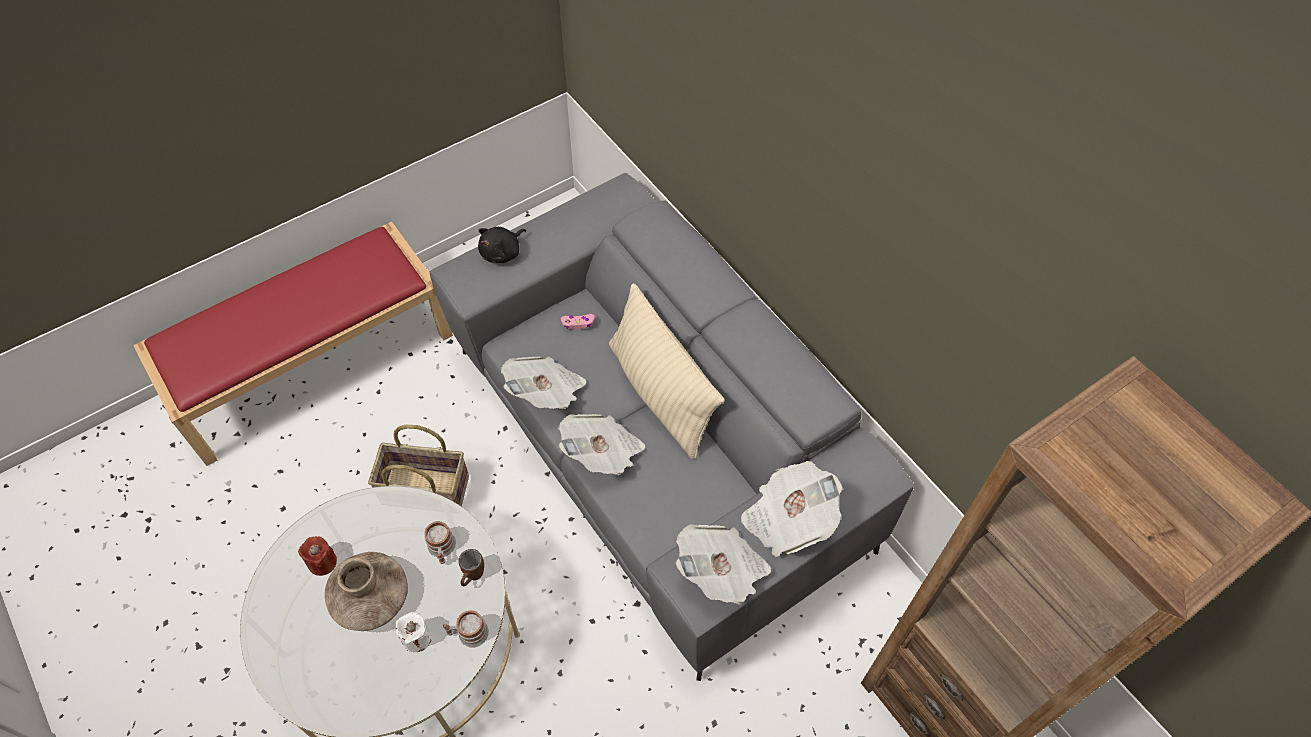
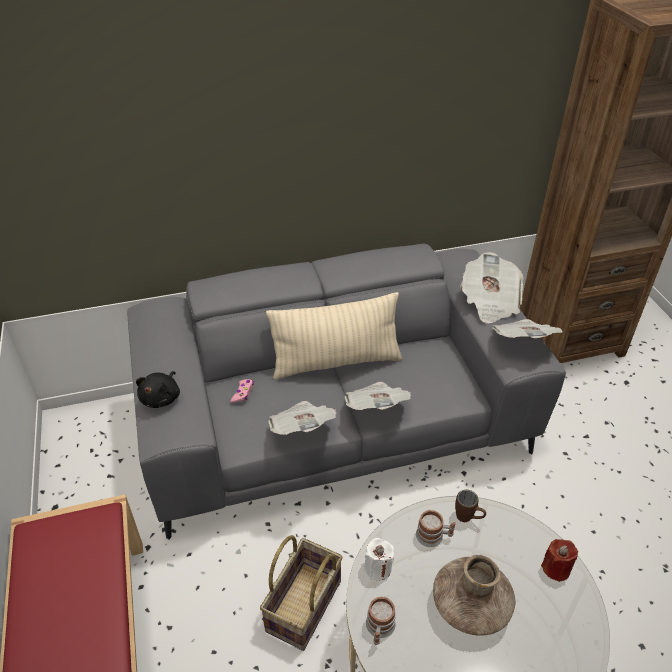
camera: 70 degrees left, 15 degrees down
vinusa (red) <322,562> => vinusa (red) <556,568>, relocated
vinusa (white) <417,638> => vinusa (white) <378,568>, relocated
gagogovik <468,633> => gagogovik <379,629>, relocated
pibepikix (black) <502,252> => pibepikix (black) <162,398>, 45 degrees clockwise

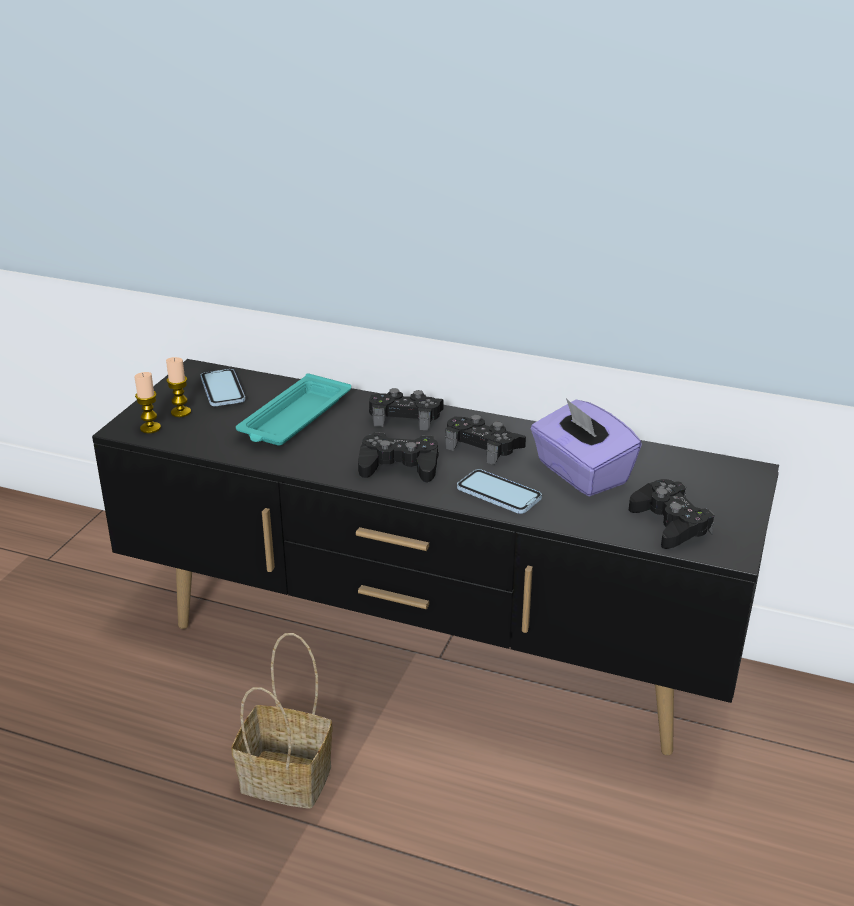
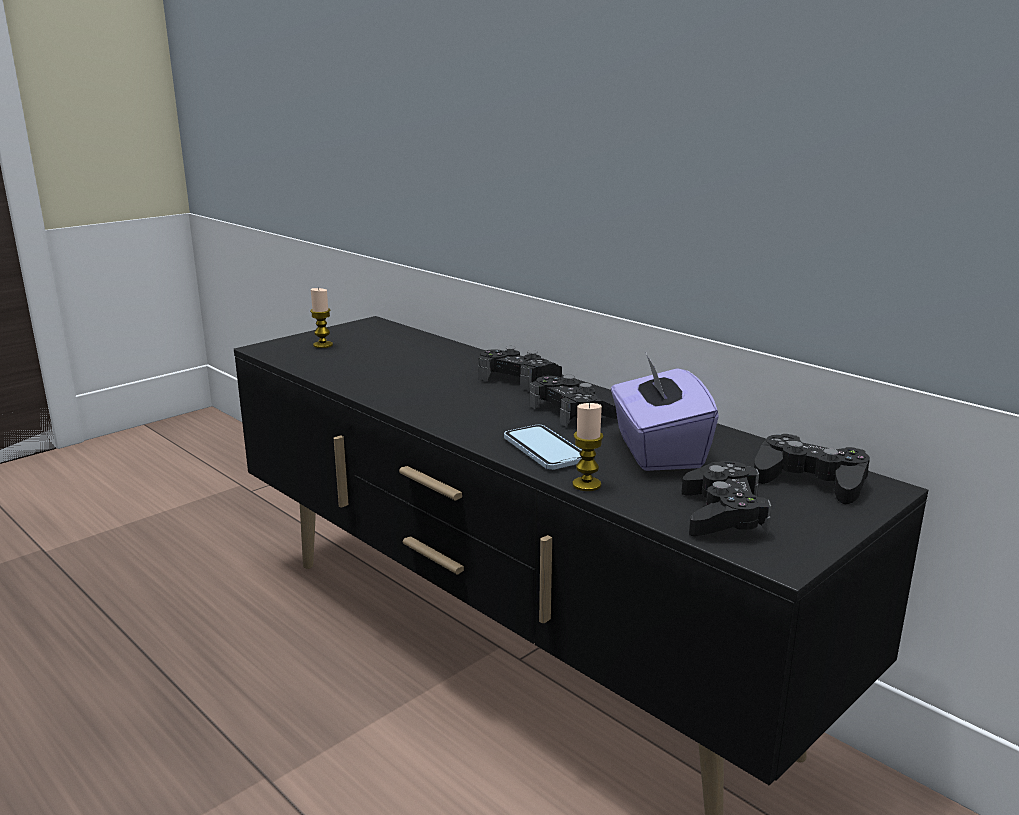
camera: 25 degrees right, 10 degrees down
vinusa <150,428> => vinusa <586,485>, relocated
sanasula <222,390> => nothing
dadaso <289,778> => nothing
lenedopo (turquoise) <294,419> => nothing
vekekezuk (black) <399,466> => vekekezuk (black) <810,480>, relocated

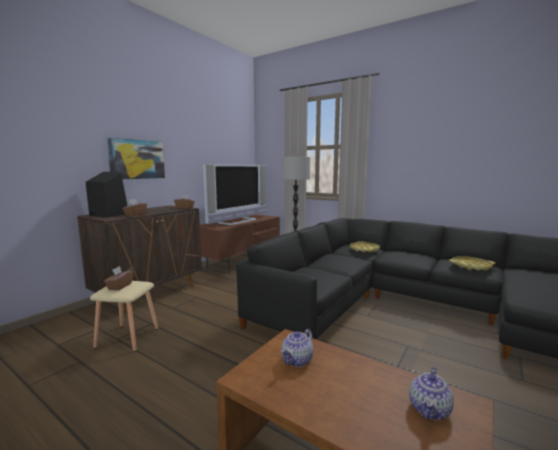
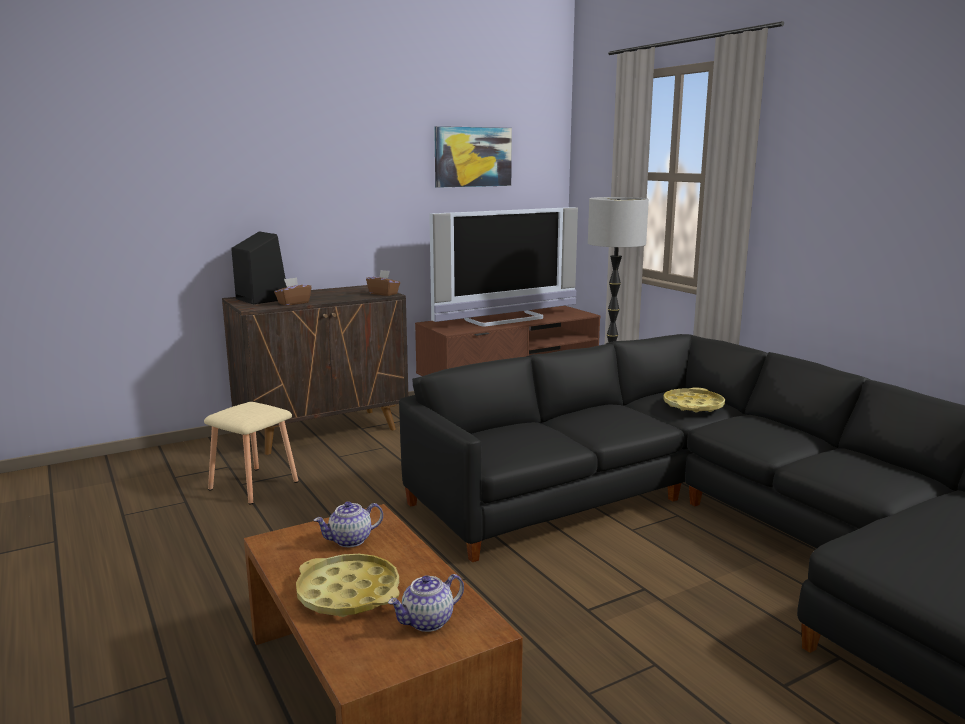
camera: 25 degrees right, 5 degrees up
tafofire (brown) <120,286> => nothing
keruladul <137,159> => keruladul <473,157>, relocated
lenedopo (yellow) <471,266> => lenedopo (yellow) <348,593>, relocated

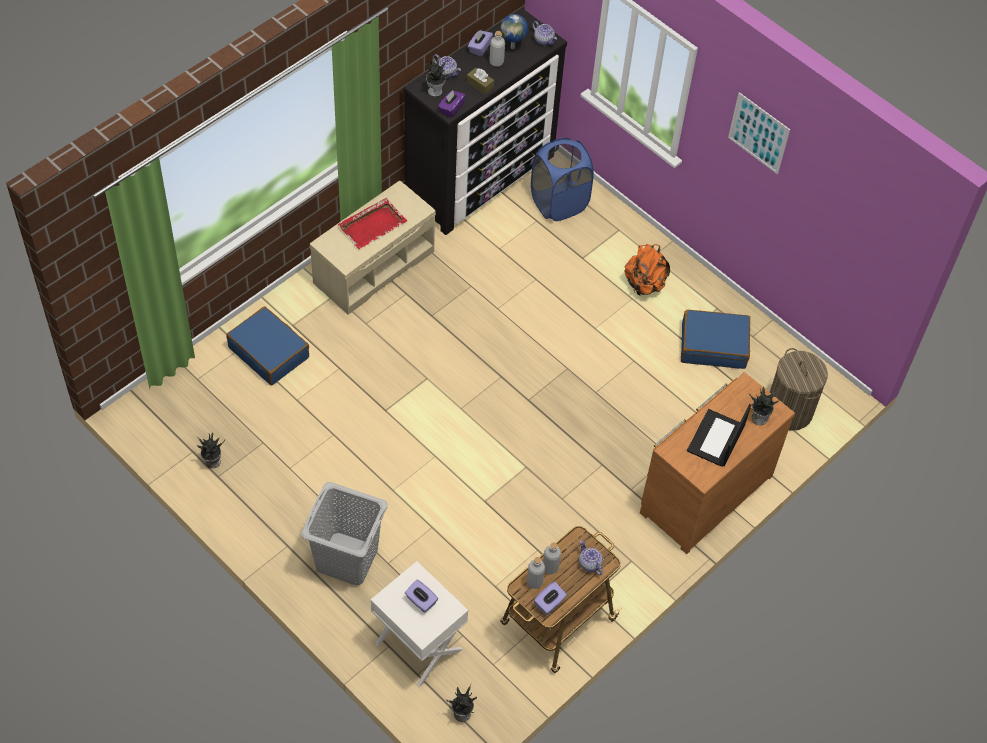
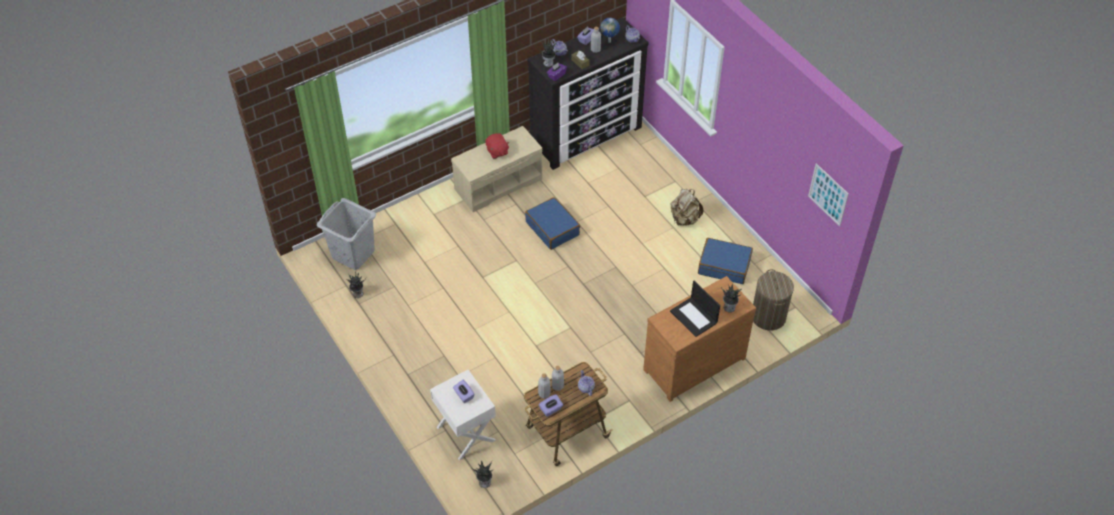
camera: 15 degrees right, 5 degrees down
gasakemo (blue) <269,352> => gasakemo (blue) <552,228>, relocated
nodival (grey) <347,559> => nodival (grey) <353,254>, relocated
lenedopo (red) <373,224> => pibepikix (red) <497,151>
nodival (blue) <559,203> => nothing
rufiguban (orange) <644,284> => rufiguban (beige) <684,219>
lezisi <716,439> => lezisi <694,317>, 75 degrees counterclockwise
keruladul <758,133> => keruladul <828,194>, relocated

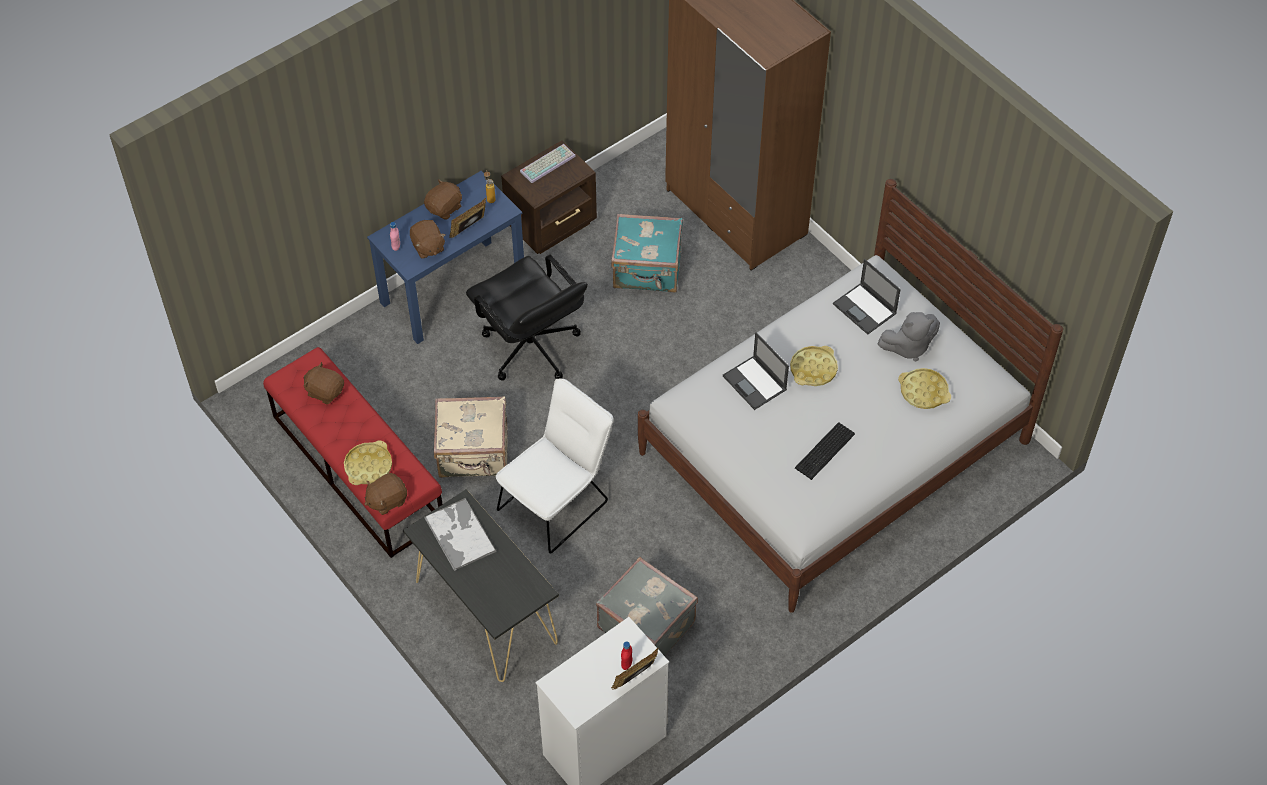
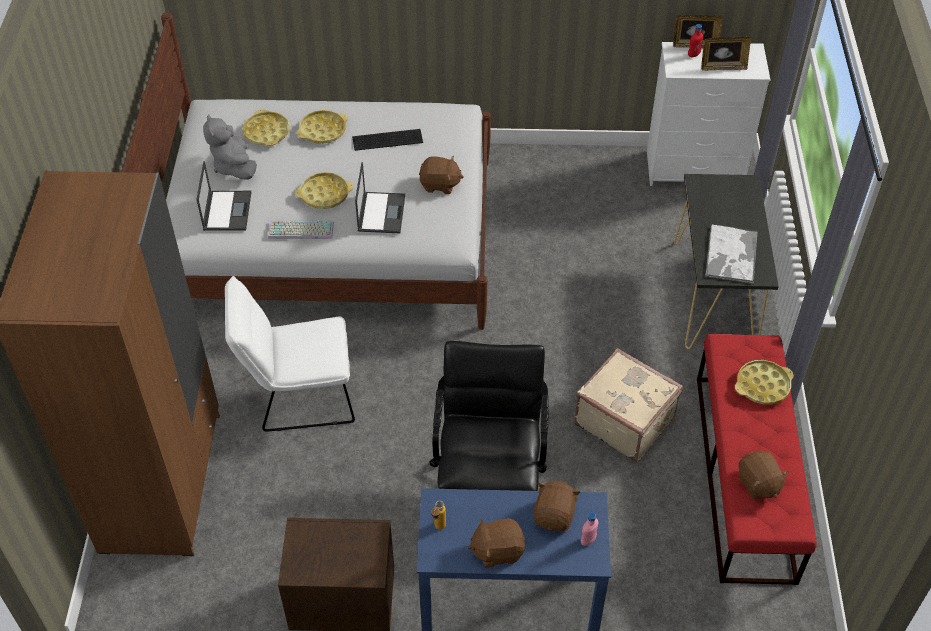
camera: 140 degrees left, 5 degrees down
pibepikix (brown) <387,500> => pibepikix (brown) <440,185>, relocated
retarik <469,229> => retarik <723,67>, relocated
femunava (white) <558,501> => femunava (white) <298,395>, relocated
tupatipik <547,163> => tupatipik <300,231>, relocated
gasakemo (grey) <647,624> => nothing
gasakemo (turquoise) <647,270> => nothing
pibepikix (grey) <908,346> => pibepikix (grey) <234,167>, 135 degrees counterclockwise
nothing => lenedopo (yellow) <322,130>

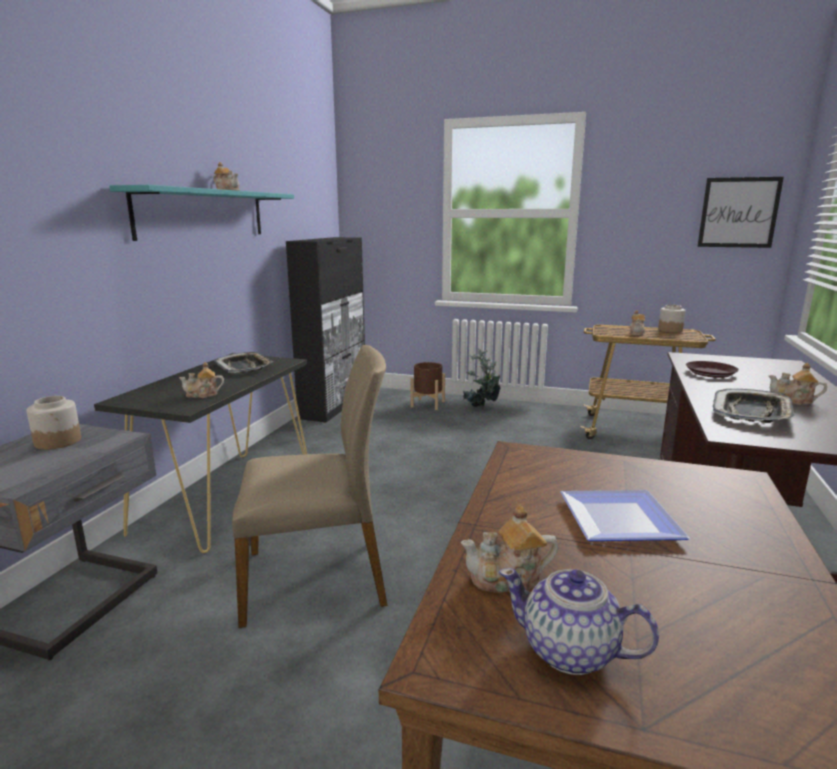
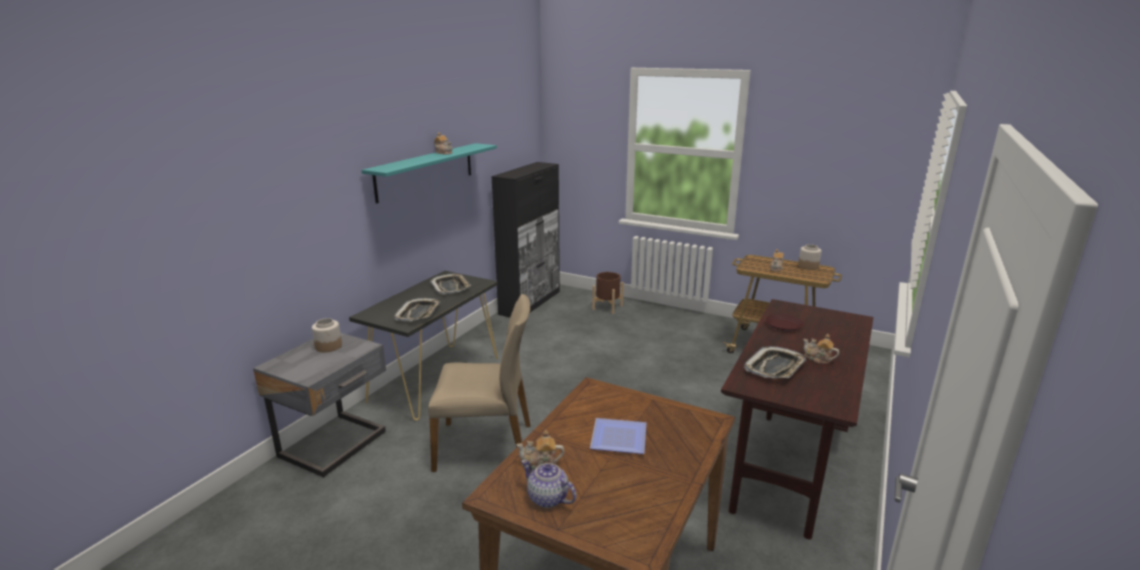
camera: 10 degrees right, 5 degrees up
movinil <203,395> => lenedopo <418,313>
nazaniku <481,408> => nothing
keruladul <738,212> => nothing

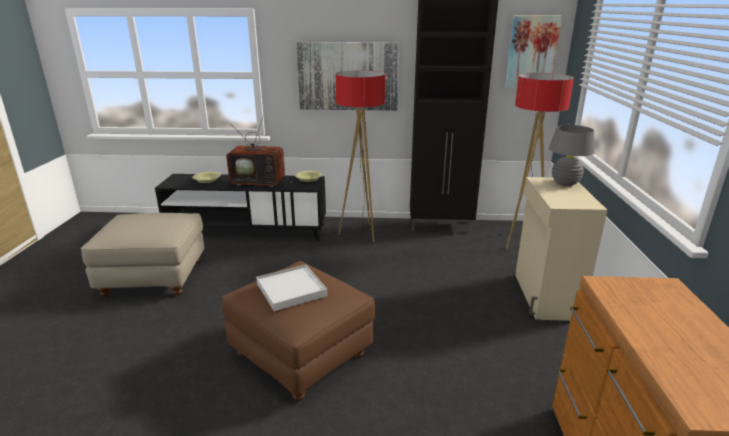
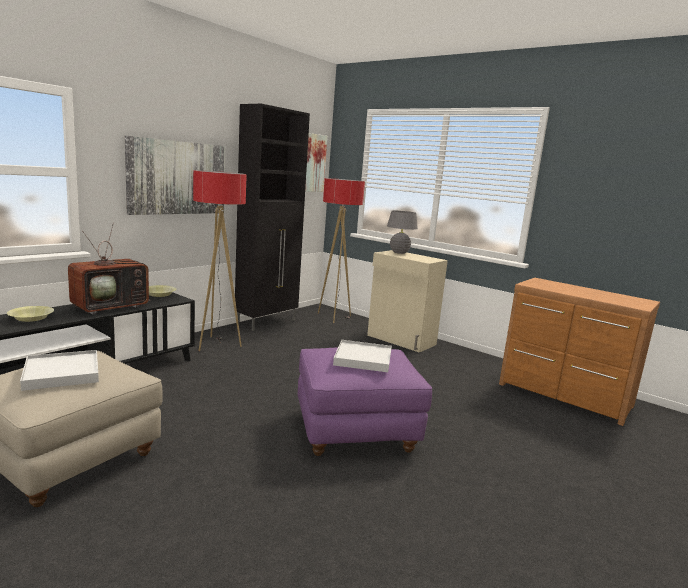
camera: 55 degrees left, 10 degrees down
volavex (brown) <301,356> => volavex (purple) <356,431>
nothing => lenedopo (white) <62,373>

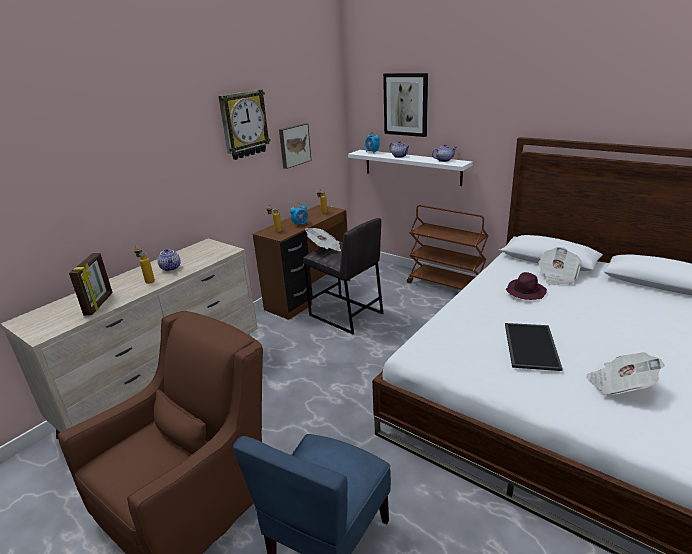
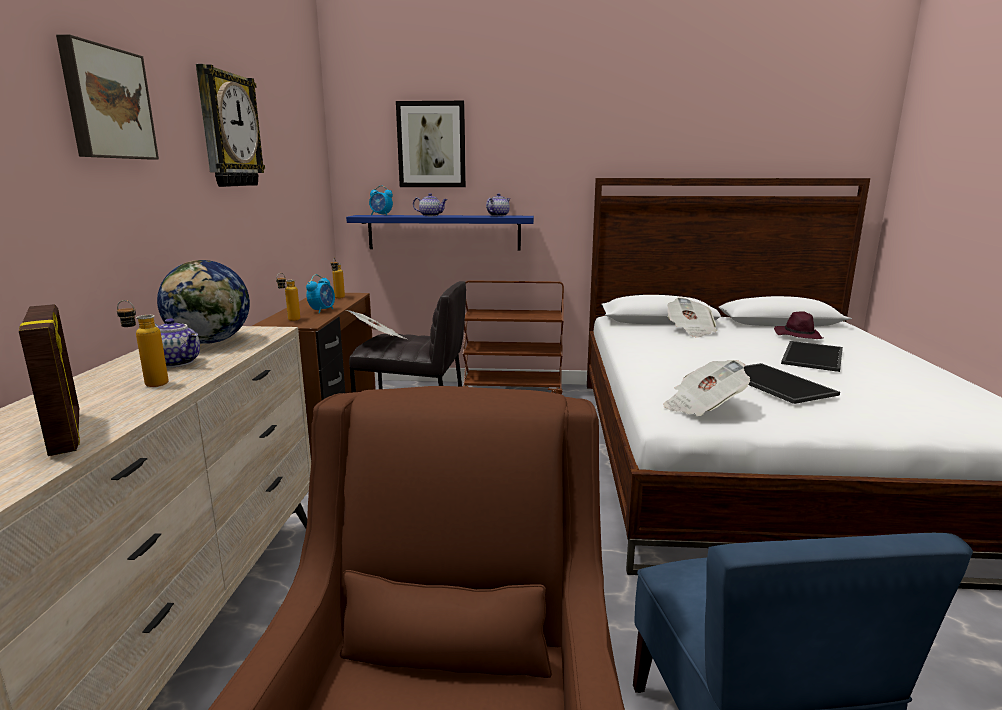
camera: 35 degrees left, 10 degrees down
keruladul <294,145> => keruladul <106,103>, relocated
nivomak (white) <412,167> => nivomak (blue) <444,232>
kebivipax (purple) <525,292> => kebivipax (purple) <797,336>, relocated
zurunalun <619,386> => zurunalun <703,407>, relocated
nothing => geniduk <211,342>
nothing => lenedopo <811,356>

